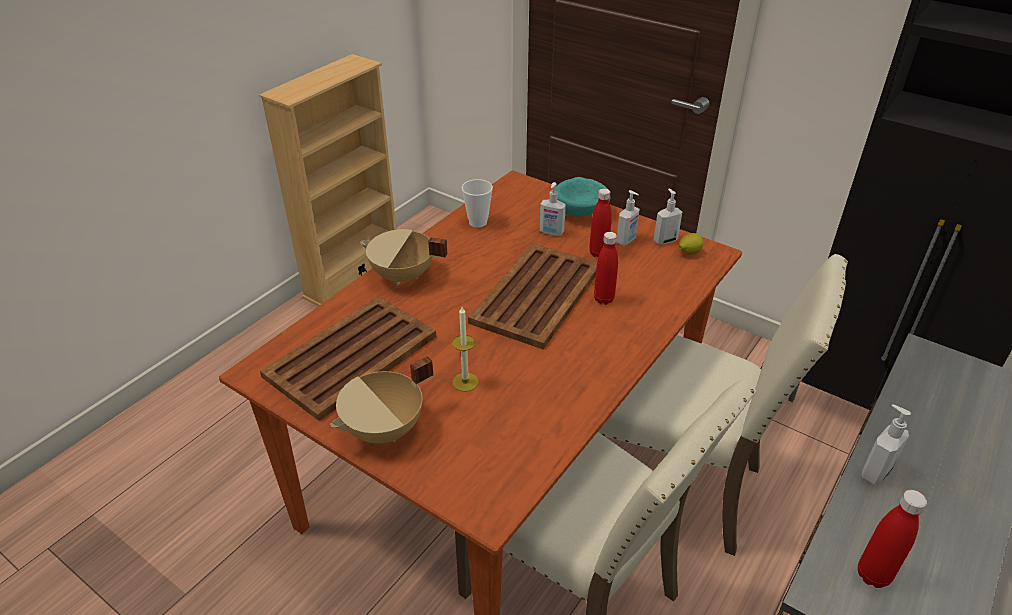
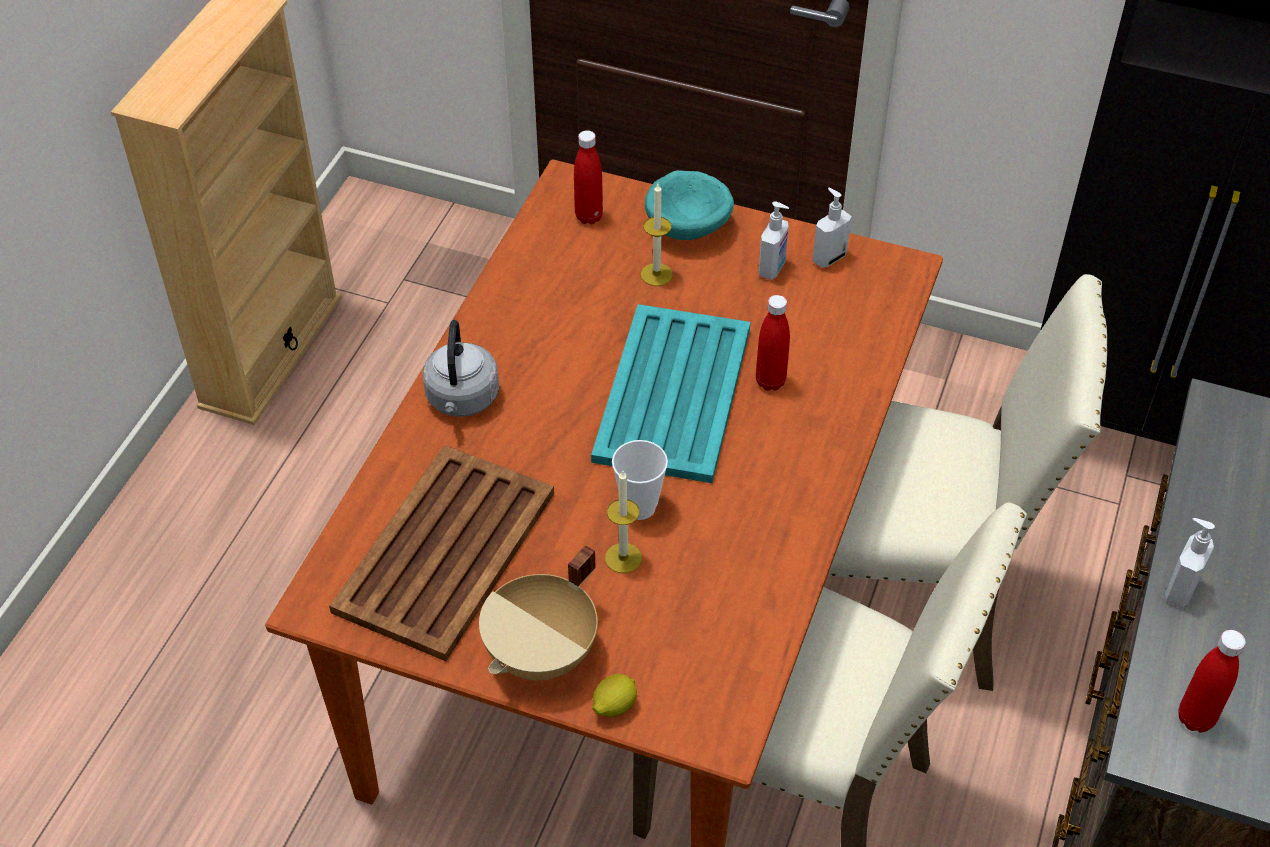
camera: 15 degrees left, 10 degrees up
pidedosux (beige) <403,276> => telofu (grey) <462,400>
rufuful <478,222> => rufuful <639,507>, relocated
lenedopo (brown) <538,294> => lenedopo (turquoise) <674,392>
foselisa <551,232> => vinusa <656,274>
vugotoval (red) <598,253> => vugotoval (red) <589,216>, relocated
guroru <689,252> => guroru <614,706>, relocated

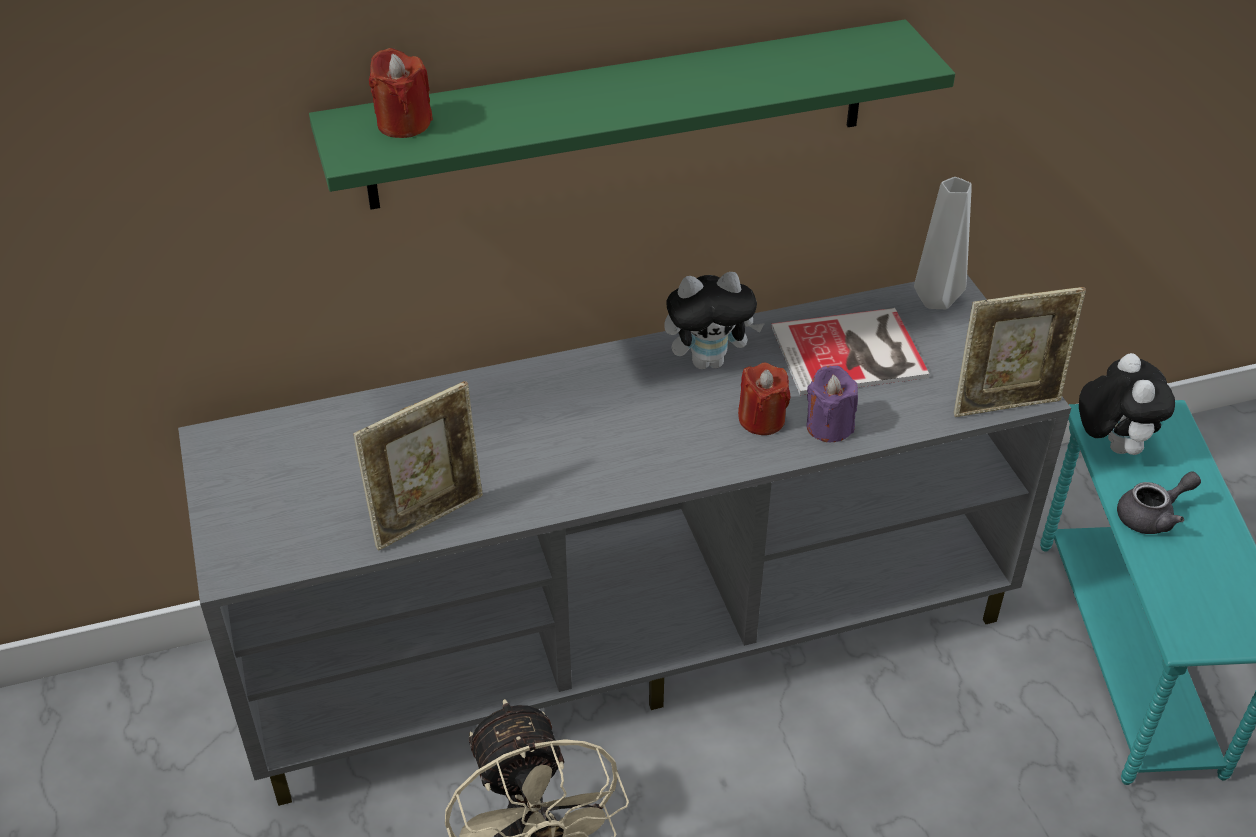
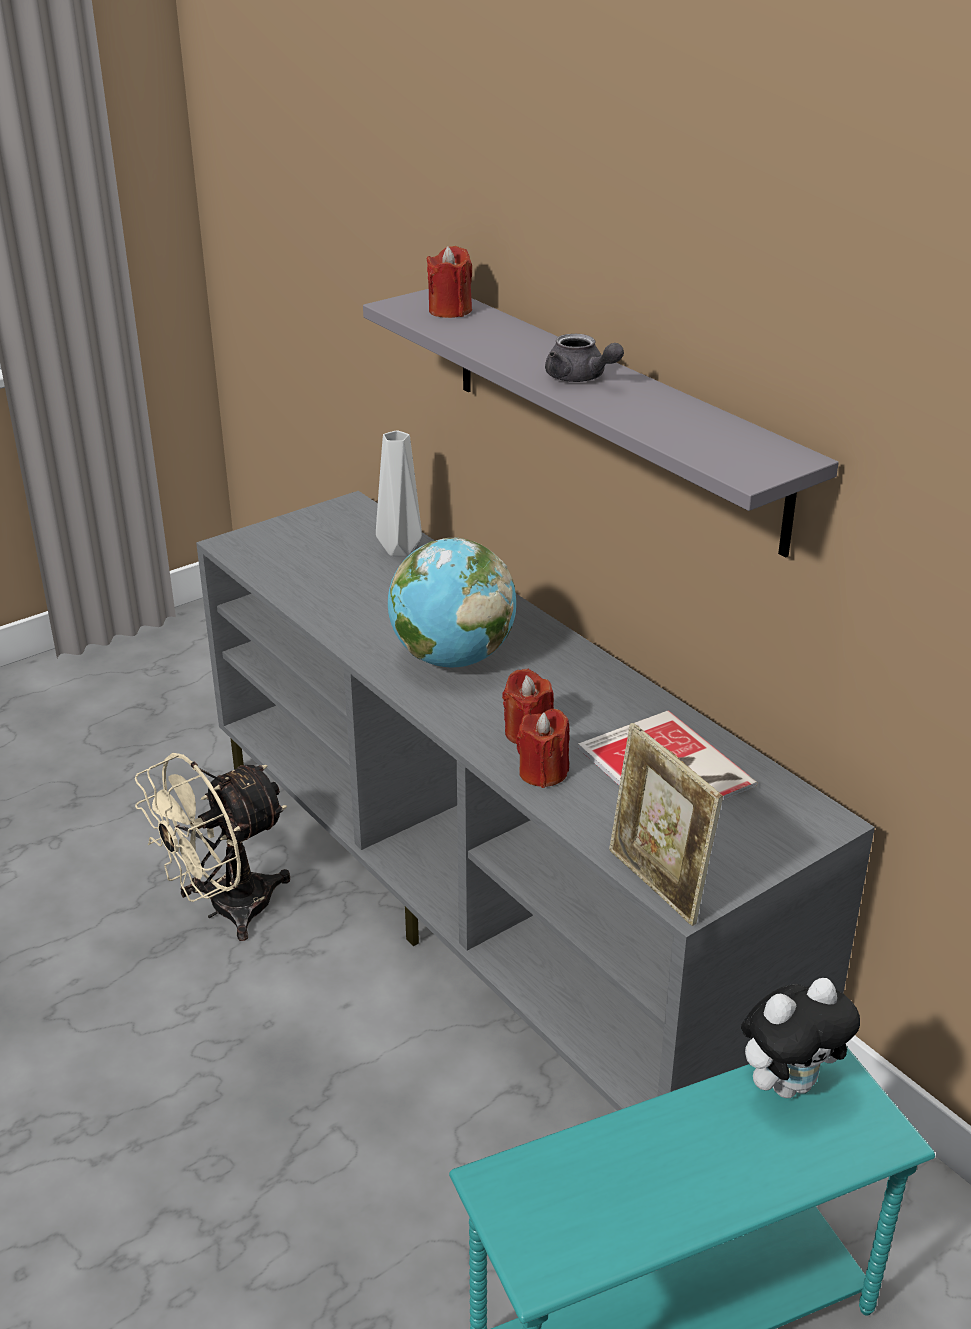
camera: 70 degrees right, 10 degrees down
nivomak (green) <621,115> => nivomak (grey) <611,413>
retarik <428,518> => nothing
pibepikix <709,361> => nothing
vinusa (purple) <829,426> => vinusa (red) <543,772>
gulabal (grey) <936,302> => gulabal (grey) <398,550>, relocated
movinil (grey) <1152,516> => movinil (grey) <580,378>, relocated
nothing => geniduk <452,658>

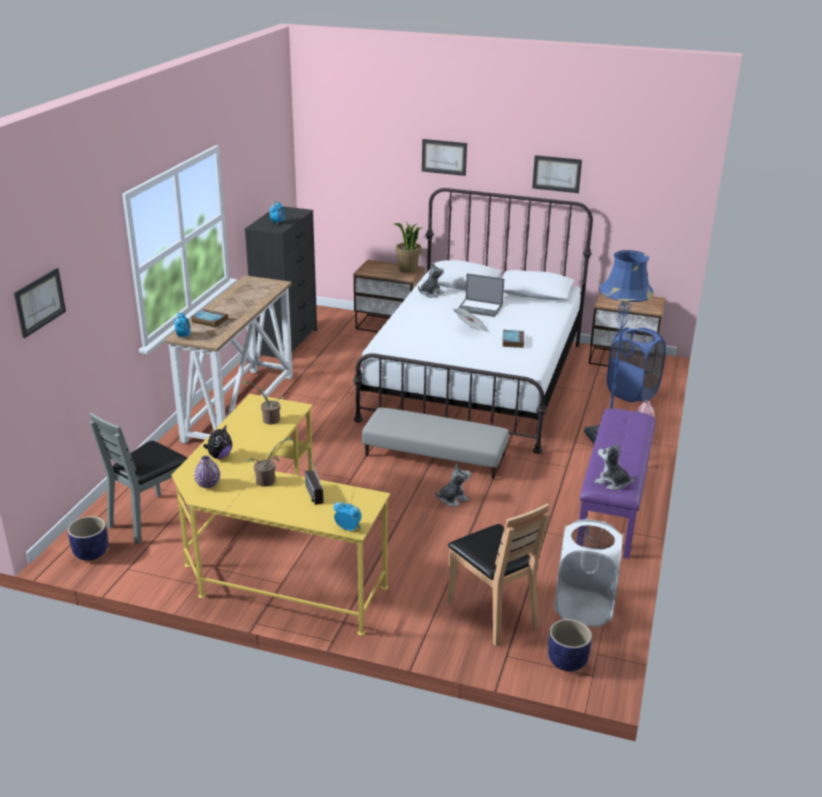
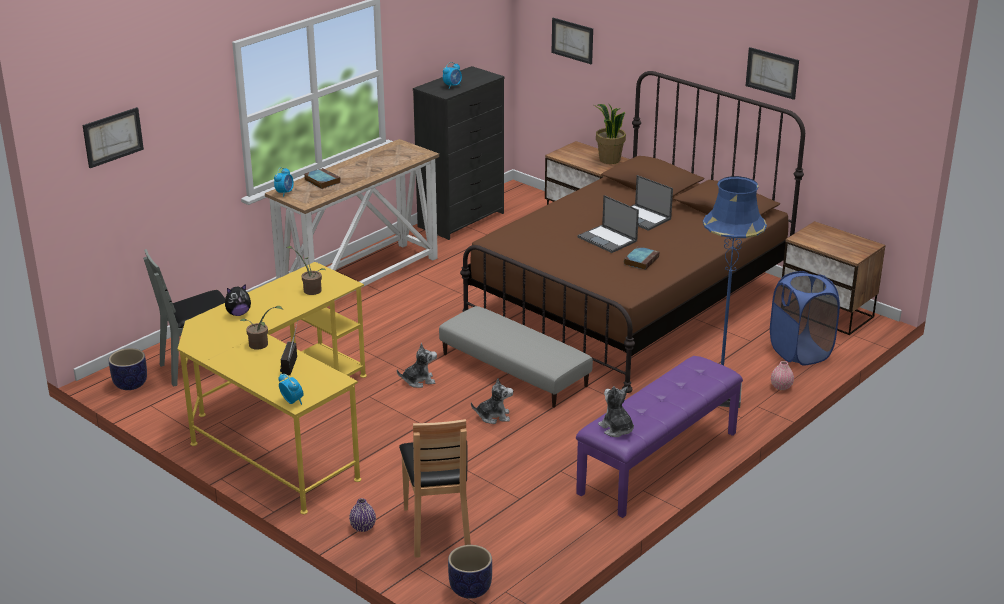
camera: 25 degrees right, 0 degrees up
gulabal (purple) <208,484> => gulabal (purple) <363,527>, relocated
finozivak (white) <476,380> => finozivak (brown) <629,302>
pibepikix <430,293> => pibepikix <419,381>, relocated
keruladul <444,157> => keruladul <572,40>, relocated
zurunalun <471,329> => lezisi <608,239>
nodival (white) <583,608> => nothing

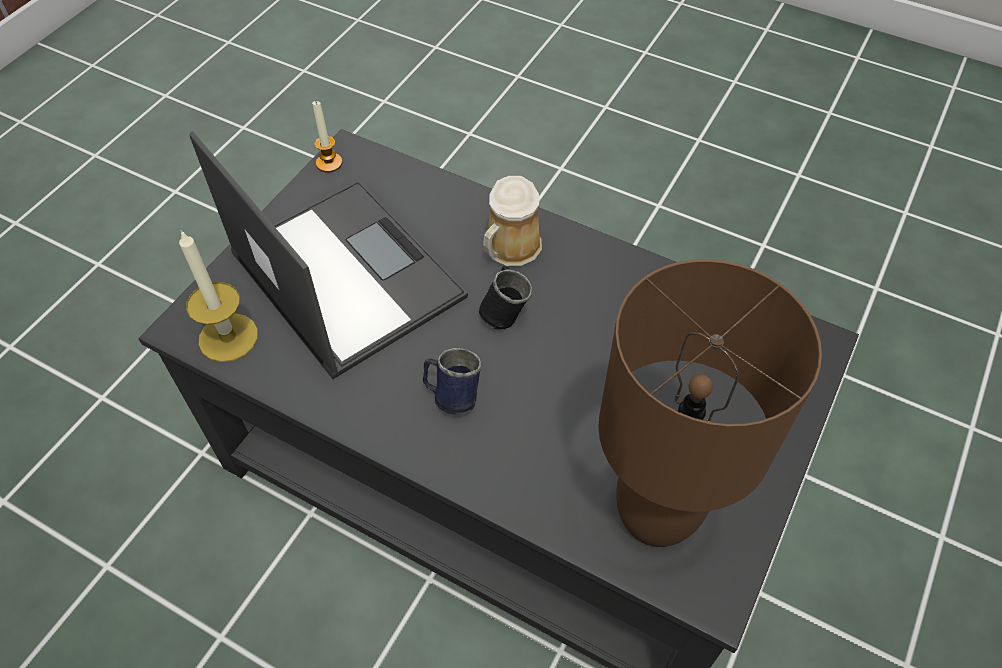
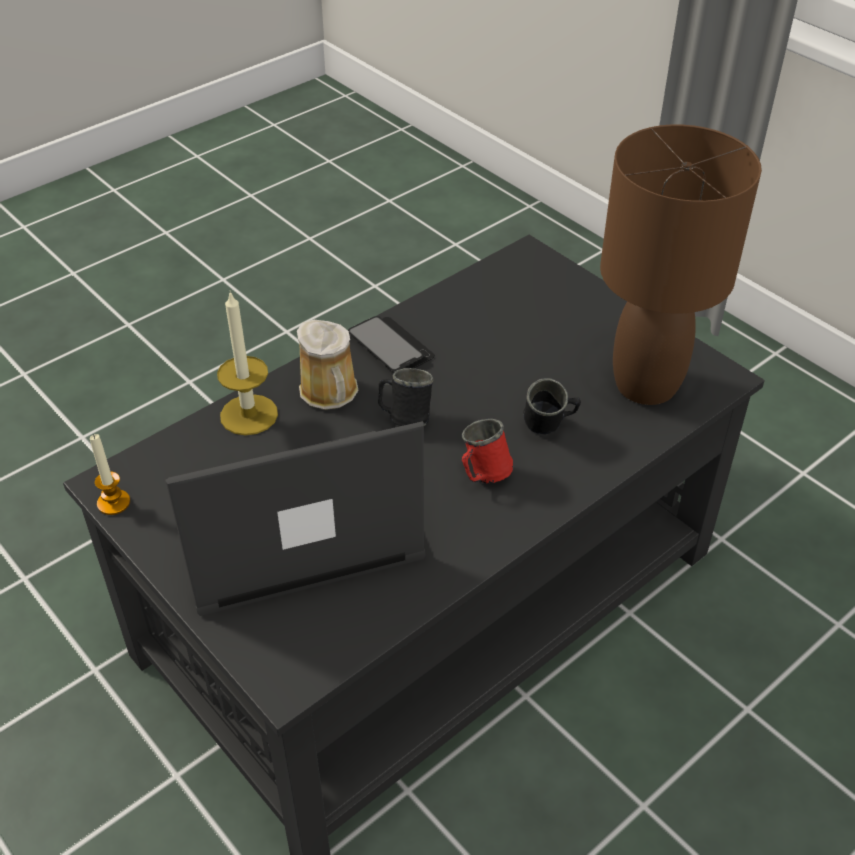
camera: 70 degrees left, 10 degrees down
vinusa <228,337> => vinusa <249,415>, relocated
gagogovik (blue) <452,395> => gagogovik (red) <482,475>
nothing => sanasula <390,346>
nothing => gagogovik (black) <550,428>

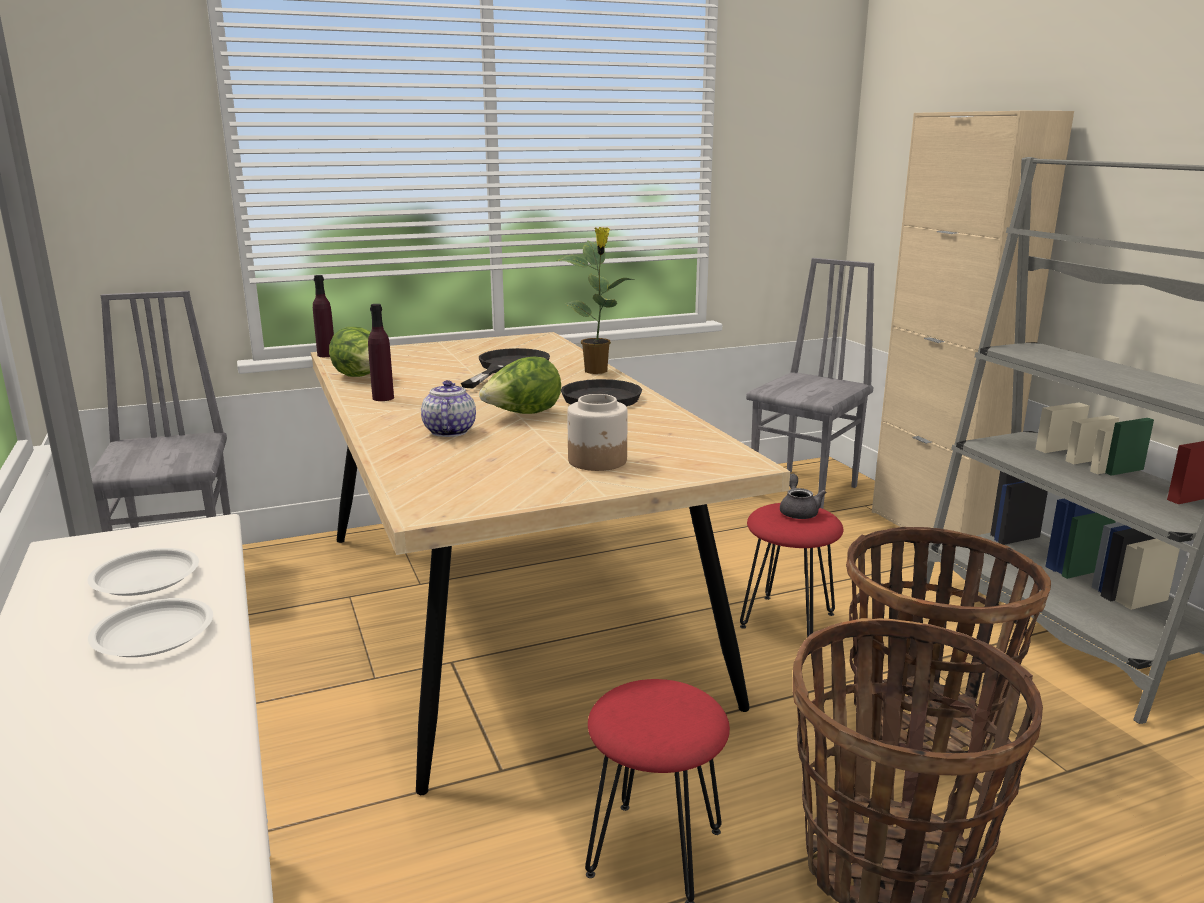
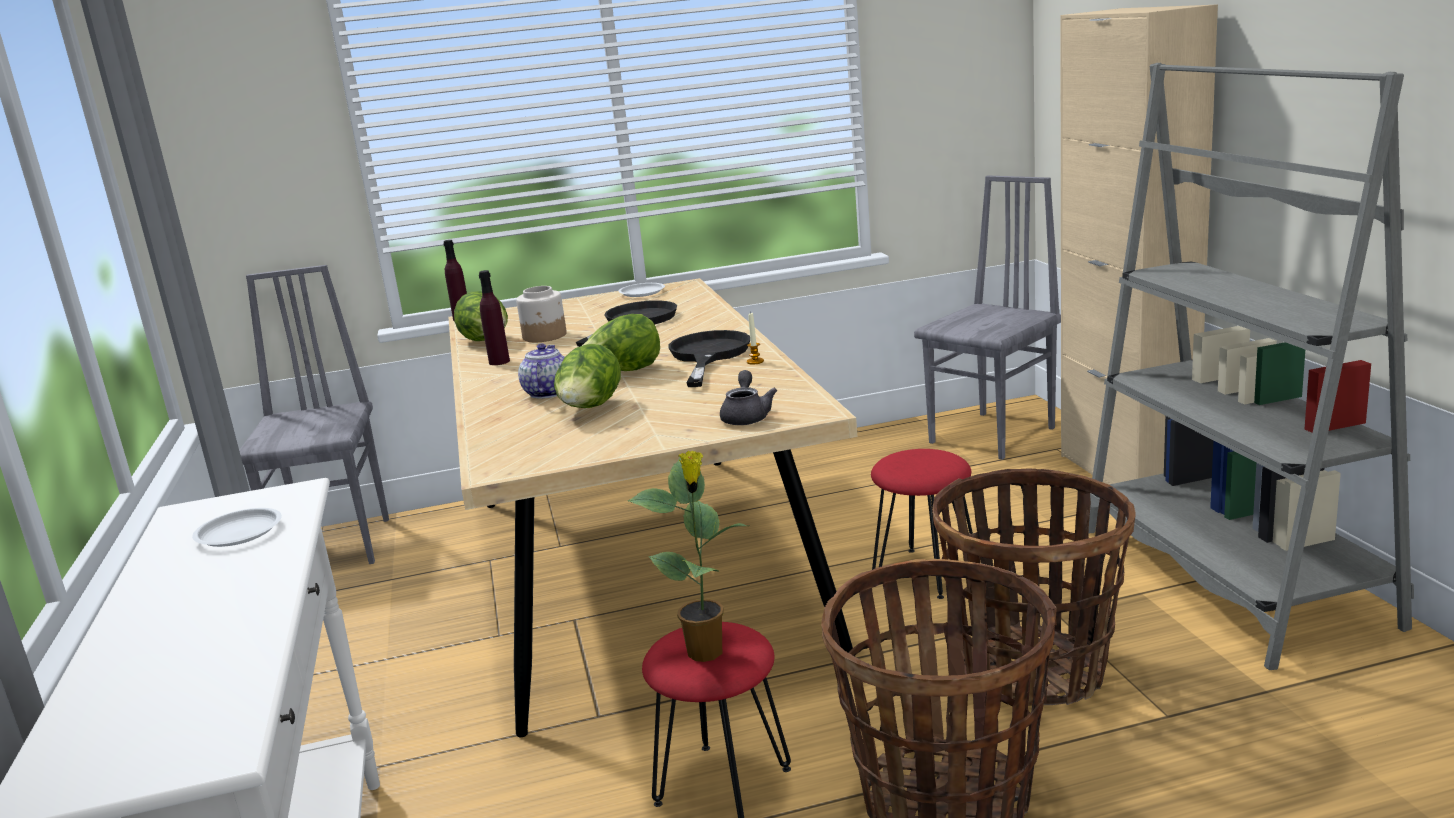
camera: 10 degrees right, 0 degrees up
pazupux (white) <153,635> => pazupux (white) <642,293>, relocated
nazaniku <597,371> => nazaniku <707,653>, relocated
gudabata <598,461> => gudabata <545,336>, relocated
movinil (grey) <798,511> => movinil (grey) <746,416>, relocated
nothing => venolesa <590,409>
nothing => vinusa <755,361>

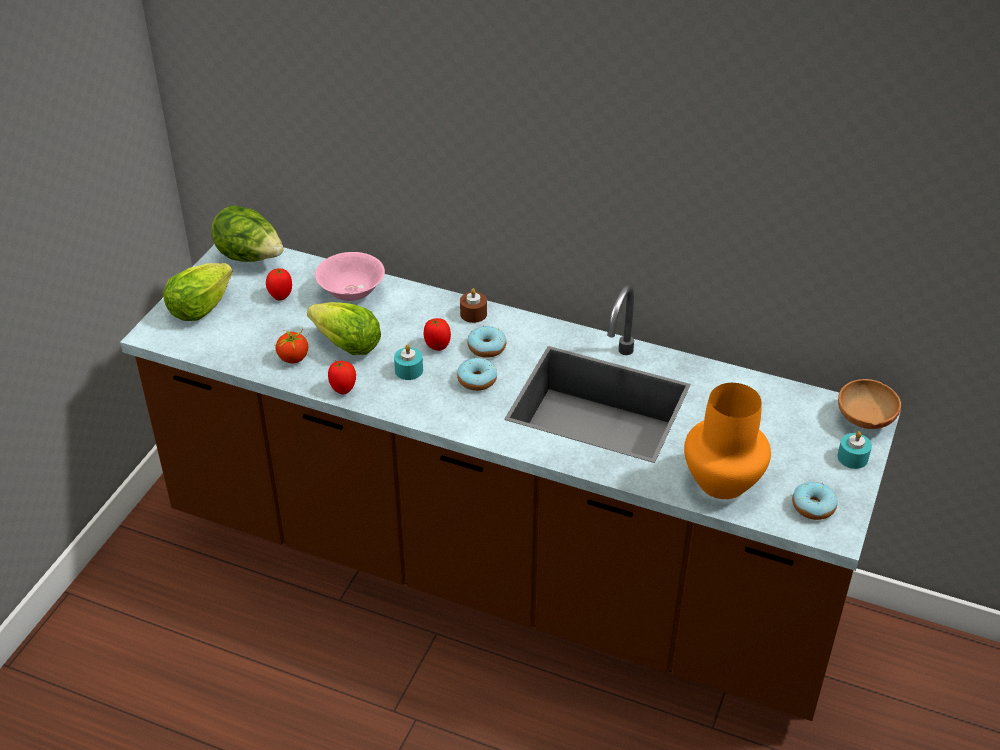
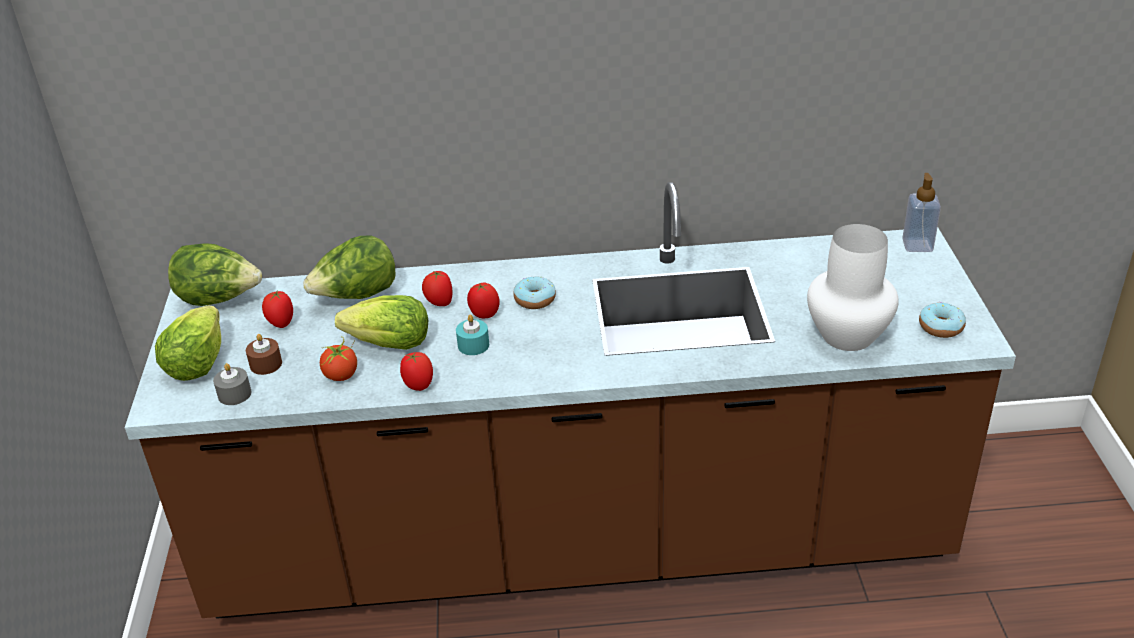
camera: 25 degrees left, 5 degrees down
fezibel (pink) <352,293> => venolesa <357,296>
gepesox <477,380> => nothing
vinusa (brown) <473,314> => vinusa (brown) <266,364>, relocated
gulabal (orange) <721,481> => gulabal (white) <846,335>
vinusa (turquoise) <852,457> => nothing
fezibel (brown) <864,420> => foselisa <917,245>
nothing => vinusa (grey) <234,394>
nothing => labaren <439,303>

